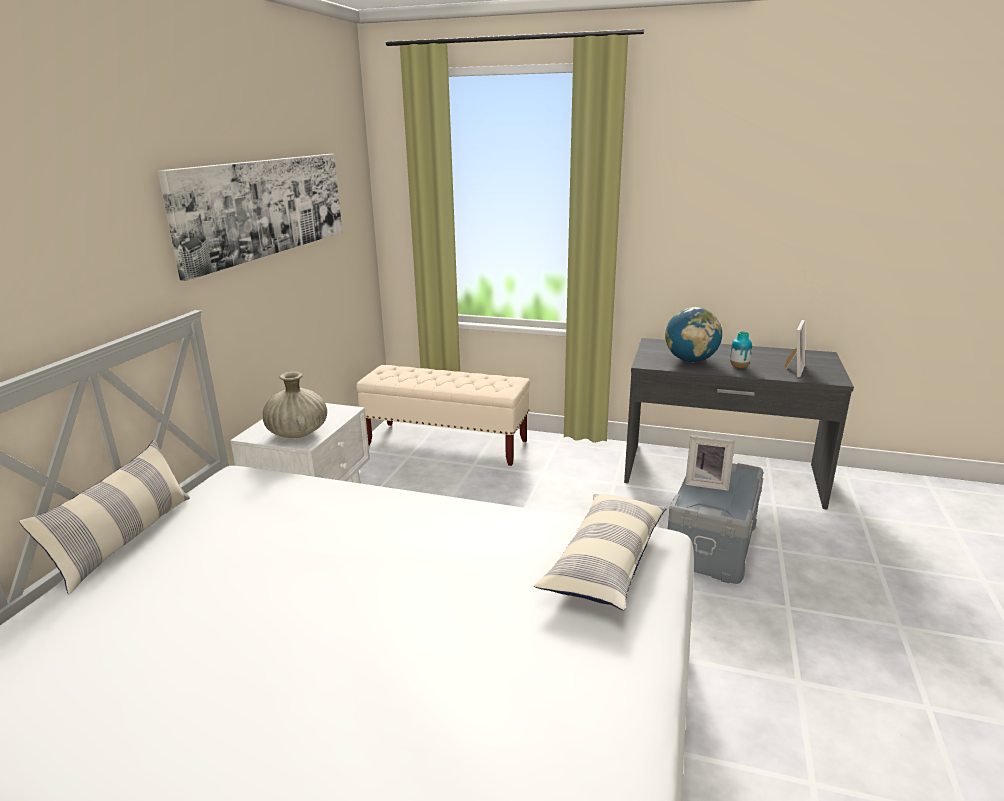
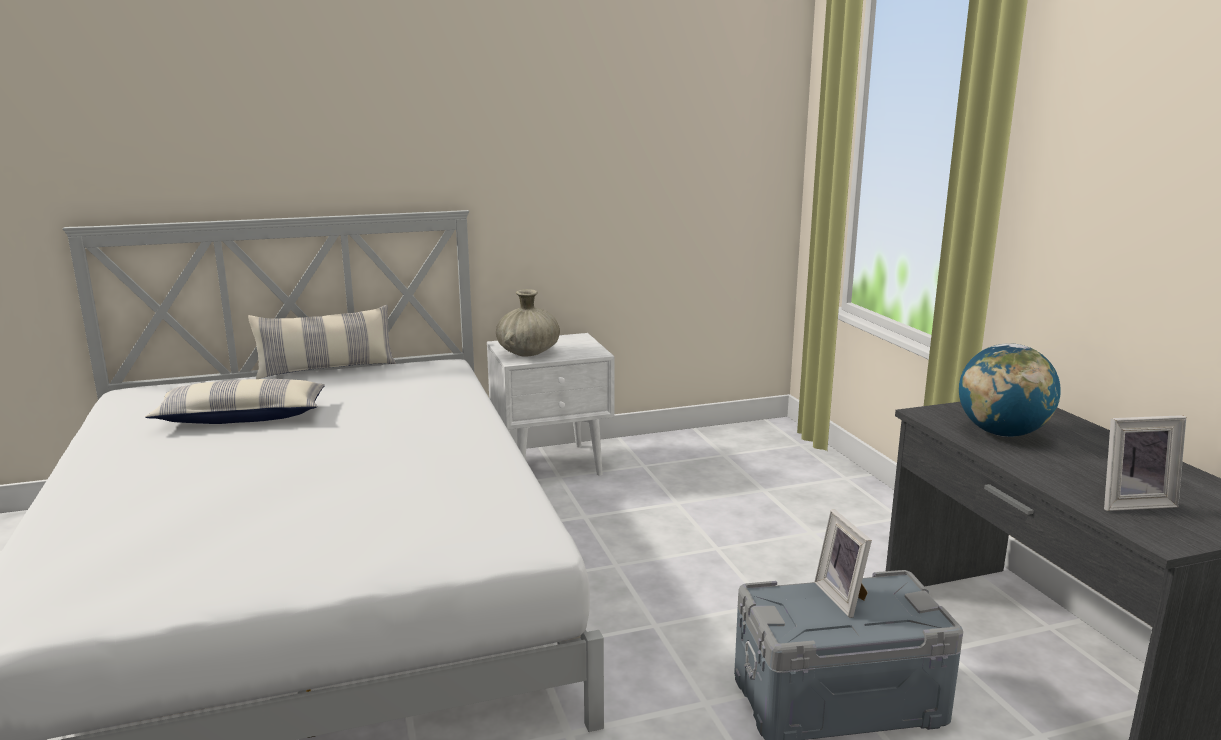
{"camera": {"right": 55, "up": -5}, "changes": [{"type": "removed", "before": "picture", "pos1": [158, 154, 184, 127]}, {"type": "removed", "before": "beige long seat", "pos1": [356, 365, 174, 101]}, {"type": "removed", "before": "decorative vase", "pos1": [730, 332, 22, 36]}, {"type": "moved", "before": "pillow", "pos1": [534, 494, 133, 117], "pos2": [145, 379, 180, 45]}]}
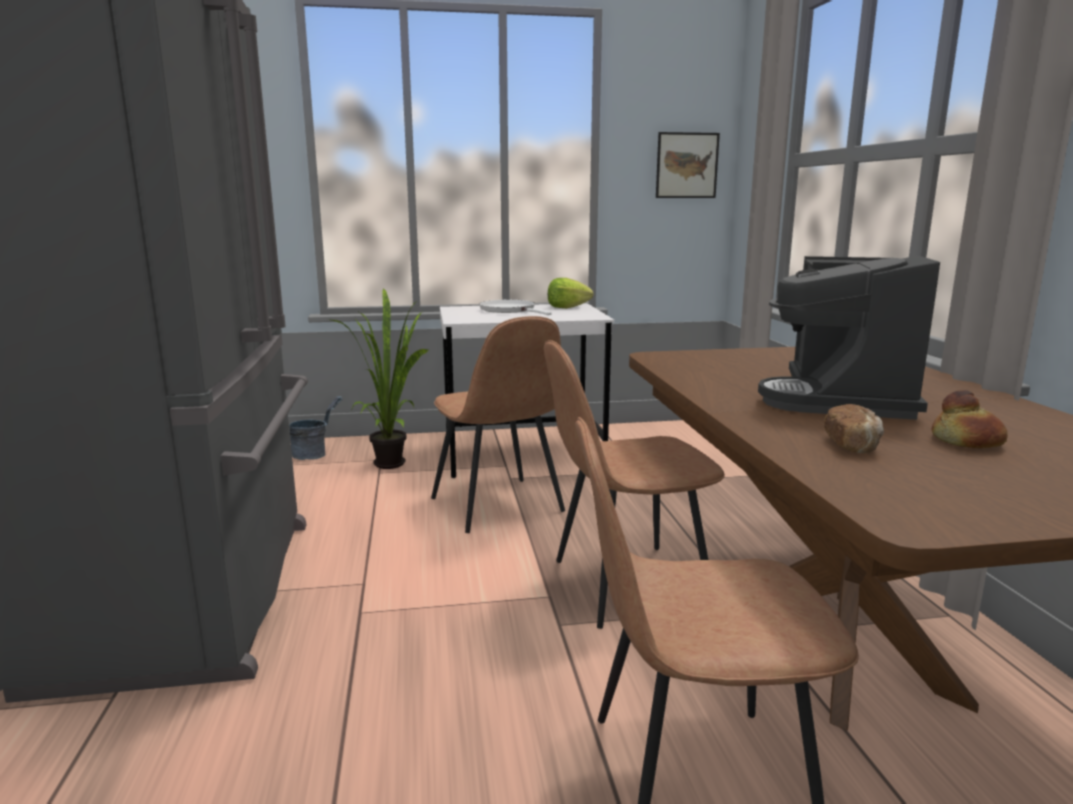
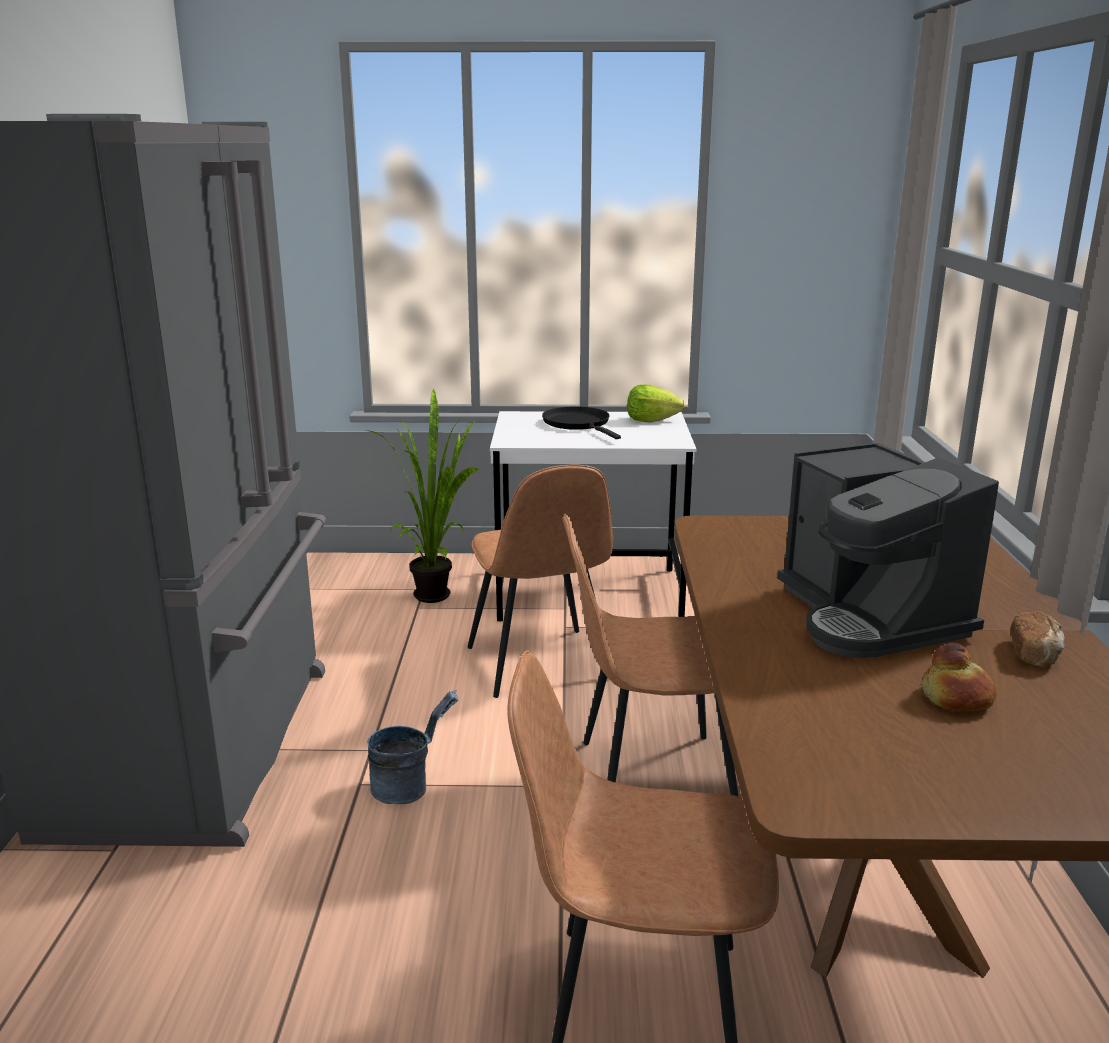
{"camera": {"right": 10, "up": 5}, "changes": [{"type": "removed", "before": "picture", "pos1": [656, 132, 64, 66]}, {"type": "moved", "before": "greyish water bucket", "pos1": [289, 396, 54, 64], "pos2": [368, 690, 90, 114]}, {"type": "moved", "before": "bread", "pos1": [824, 404, 60, 50], "pos2": [1011, 611, 54, 56]}, {"type": "recoloured", "before": "whitish skillet", "after": "black-coloured skillet", "pos1": [479, 300, 73, 15], "pos2": [542, 406, 79, 33]}, {"type": "turned", "before": "coffee machine", "pos1": [758, 256, 182, 164], "pos2": [777, 443, 222, 215], "turn": -45}]}
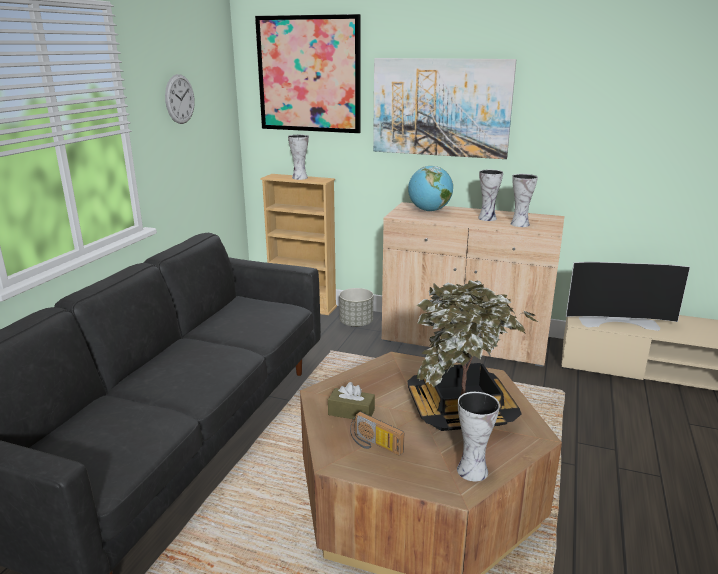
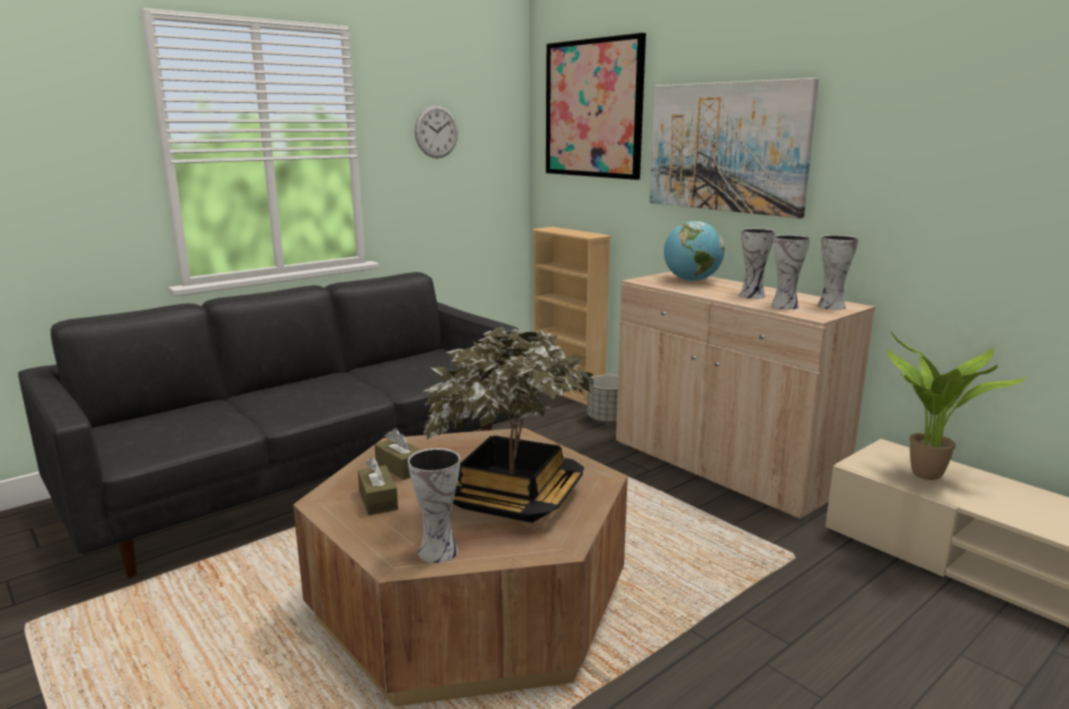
{"camera": {"right": 30, "up": -5}, "changes": [{"type": "moved", "before": "decorative vase", "pos1": [288, 135, 21, 45], "pos2": [817, 235, 42, 75]}, {"type": "replaced", "before": "radio set", "after": "brown-coloured box of tissues", "pos1": [350, 412, 54, 44], "pos2": [358, 457, 40, 58]}, {"type": "replaced", "before": "TV", "after": "potted plant", "pos1": [566, 262, 124, 69], "pos2": [887, 332, 139, 148]}]}
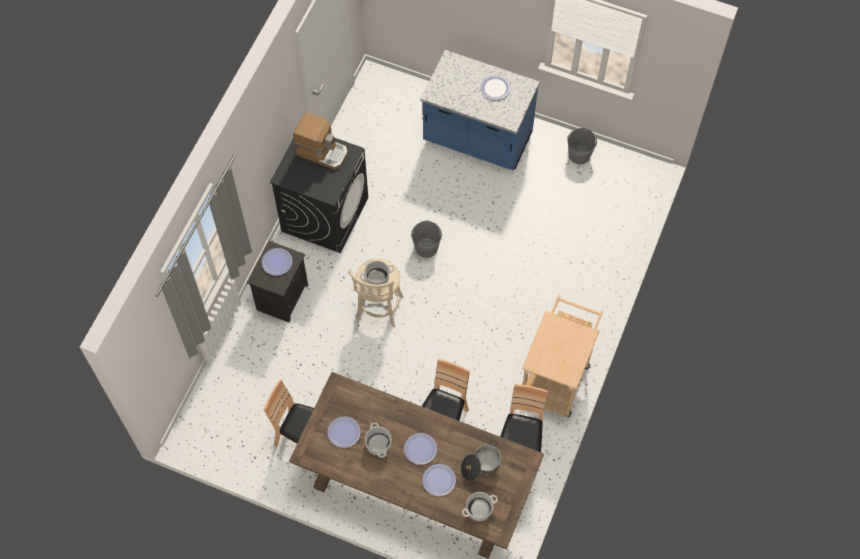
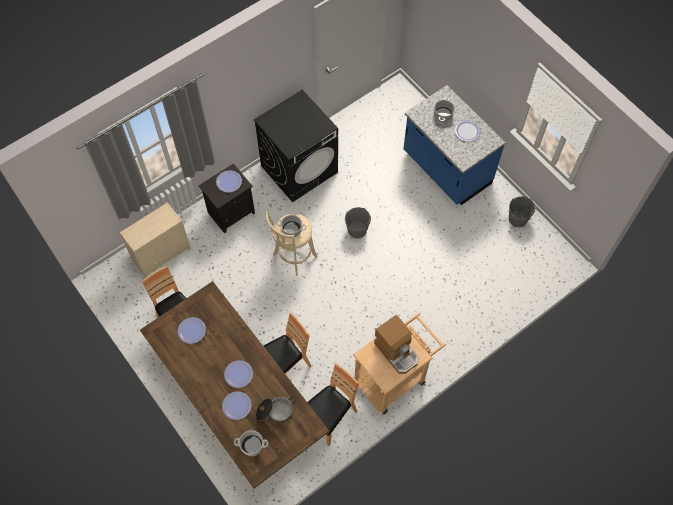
{"camera": {"right": 30, "up": 0}, "changes": [{"type": "added", "after": "beige drawer chest", "pos2": [119, 202, 72, 76]}, {"type": "moved", "before": "coffee machine", "pos1": [293, 112, 55, 58], "pos2": [374, 315, 45, 59]}, {"type": "moved", "before": "saucepot", "pos1": [365, 422, 27, 36], "pos2": [434, 97, 21, 25]}]}
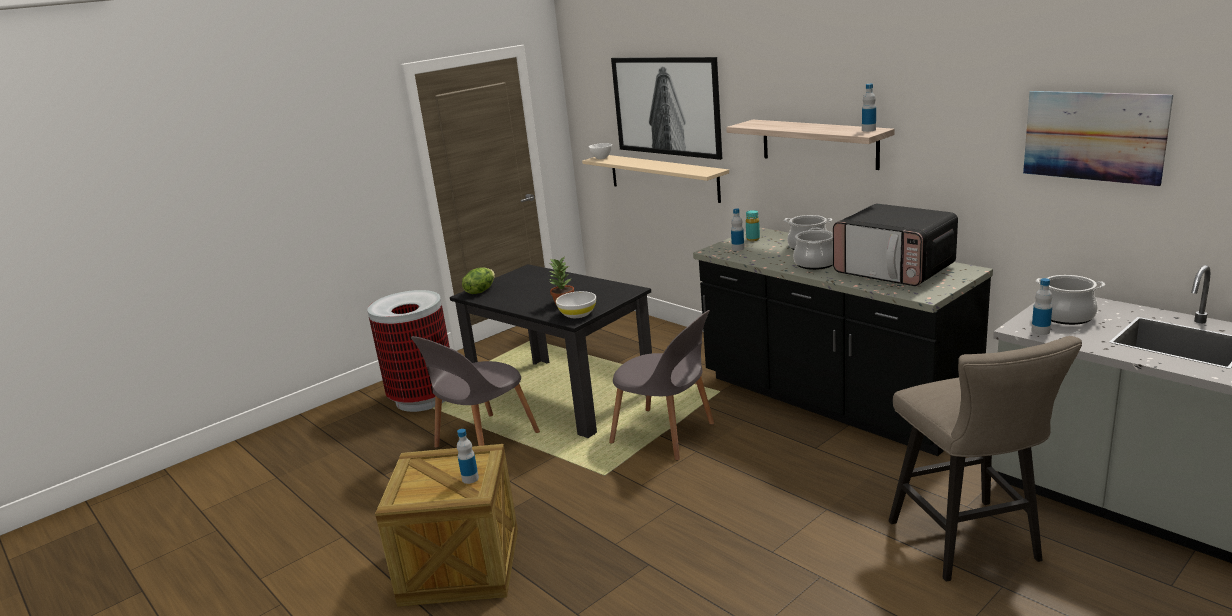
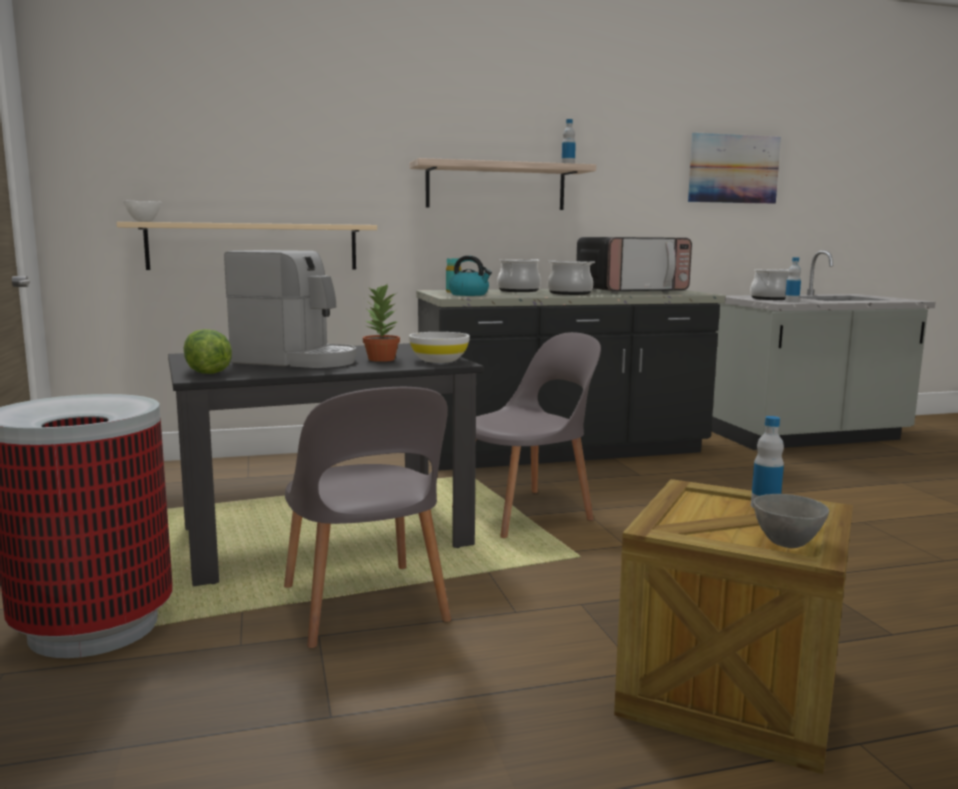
{"camera": {"right": -65, "up": -10}, "changes": [{"type": "removed", "before": "picture", "pos1": [611, 57, 111, 103]}, {"type": "removed", "before": "beige sitting stool", "pos1": [889, 336, 193, 246]}, {"type": "added", "after": "coffee machine", "pos2": [224, 250, 132, 118]}, {"type": "added", "after": "greyish deep dish", "pos2": [753, 494, 76, 54]}, {"type": "replaced", "before": "beverage bottle", "after": "water kettle", "pos1": [731, 208, 13, 43], "pos2": [448, 256, 44, 40]}]}
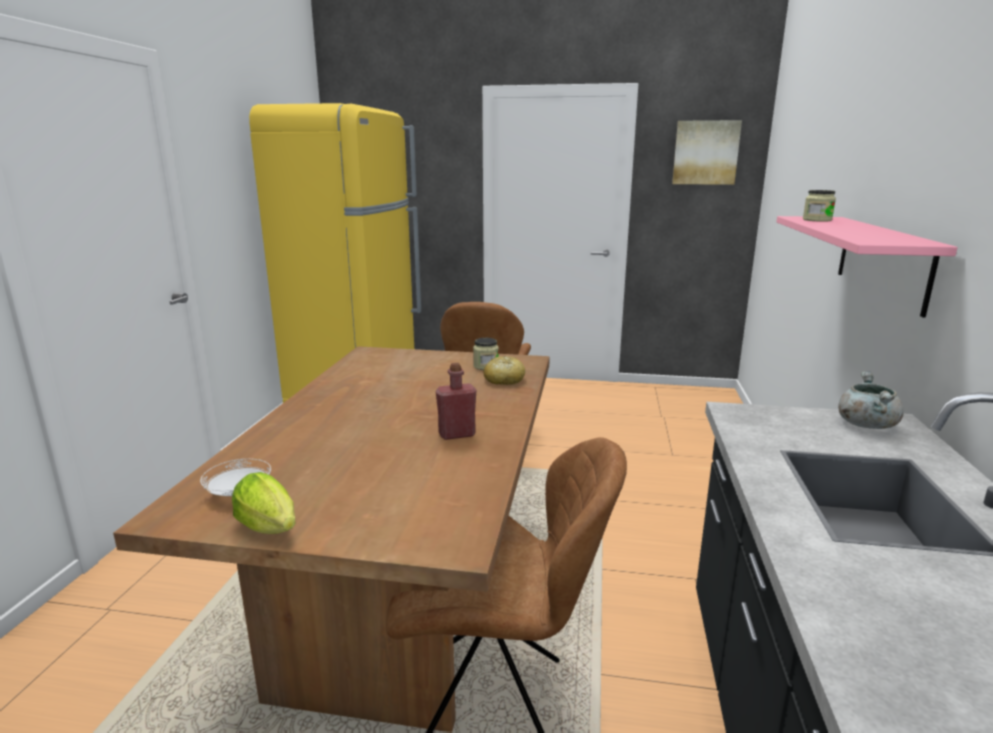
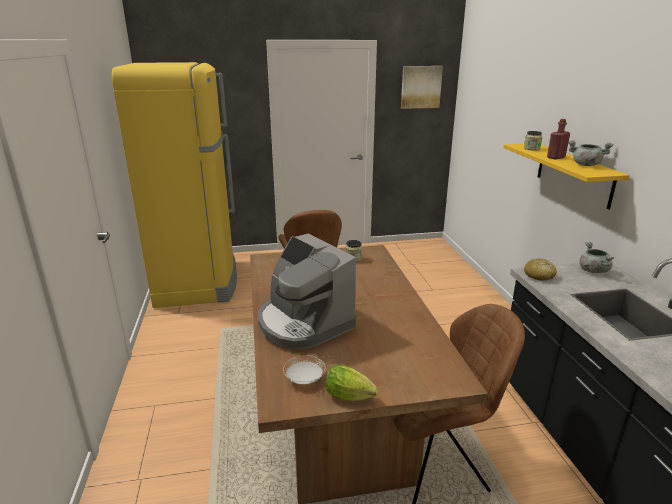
{"camera": {"right": -20, "up": 5}, "changes": [{"type": "added", "after": "coffee machine", "pos2": [258, 233, 98, 117]}, {"type": "added", "after": "greyish saucepot", "pos2": [568, 140, 45, 26]}, {"type": "moved", "before": "reddish beverage bottle", "pos1": [436, 363, 40, 77], "pos2": [547, 119, 23, 41]}, {"type": "moved", "before": "bread", "pos1": [483, 356, 42, 29], "pos2": [524, 259, 33, 22]}, {"type": "recoloured", "before": "pink-coloured shelf", "after": "yellow shelf", "pos1": [777, 216, 181, 102], "pos2": [504, 144, 126, 66]}]}
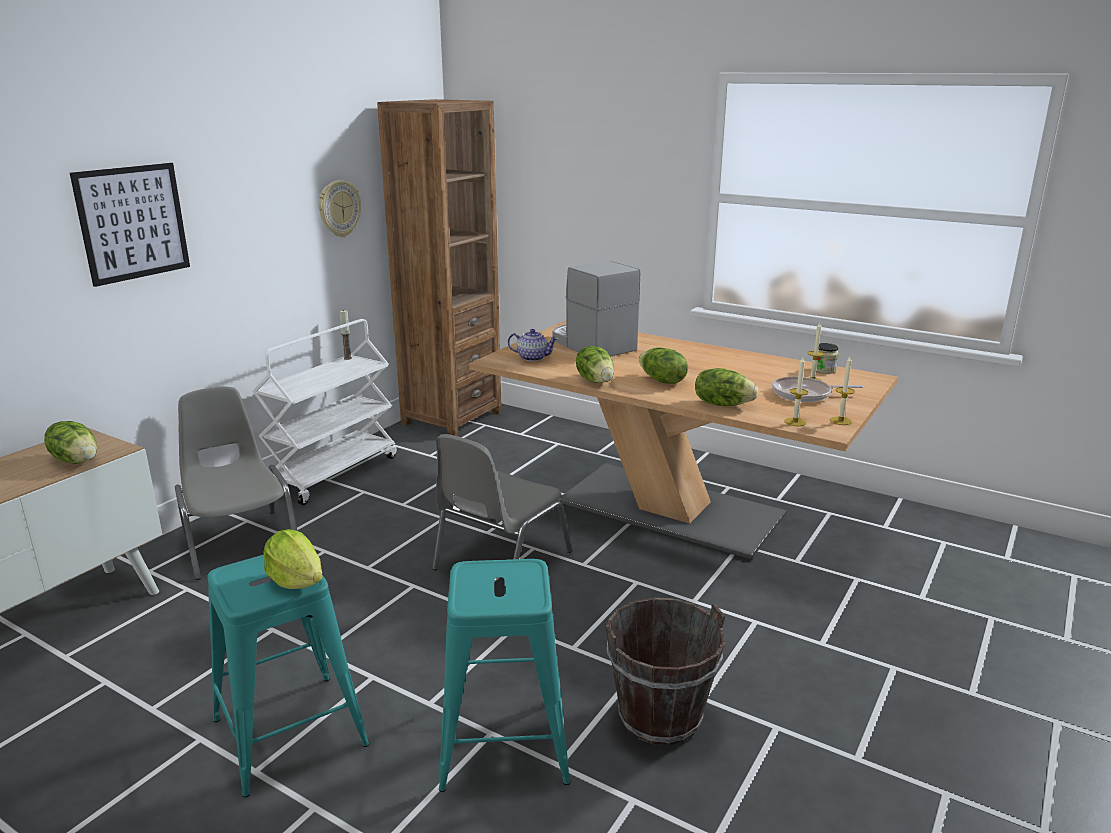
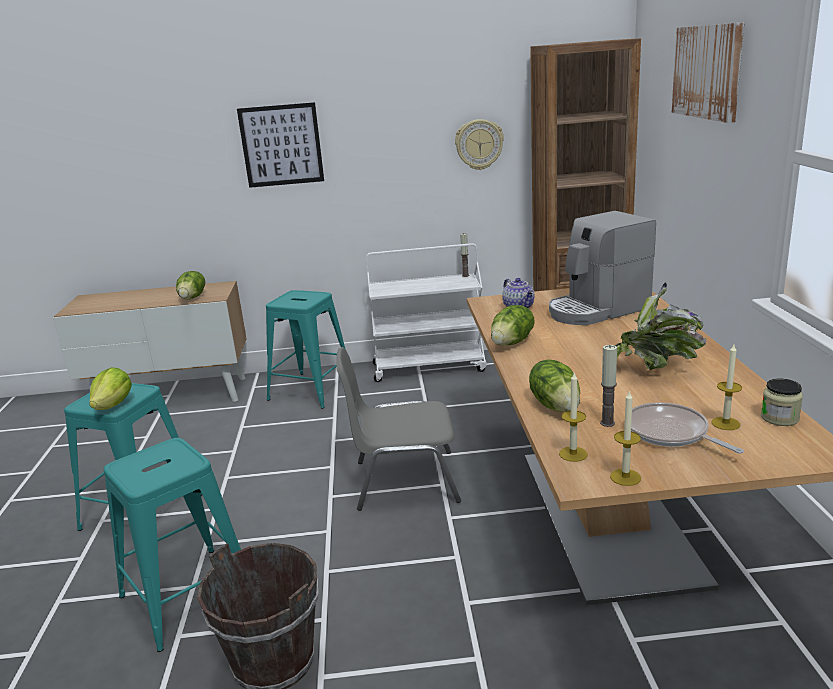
{"camera": {"right": 55, "up": 0}, "changes": [{"type": "removed", "before": "lettuce", "pos1": [639, 347, 49, 37]}, {"type": "added", "after": "wax light", "pos2": [600, 345, 17, 82]}, {"type": "added", "after": "potted plant", "pos2": [615, 283, 91, 87]}, {"type": "added", "after": "picture", "pos2": [672, 22, 72, 101]}, {"type": "replaced", "before": "greyish chair", "after": "blue-green sitting stool", "pos1": [175, 386, 122, 194], "pos2": [266, 290, 79, 118]}, {"type": "turned", "before": "coffee machine", "pos1": [552, 261, 88, 96], "pos2": [549, 211, 107, 114], "turn": -135}]}
